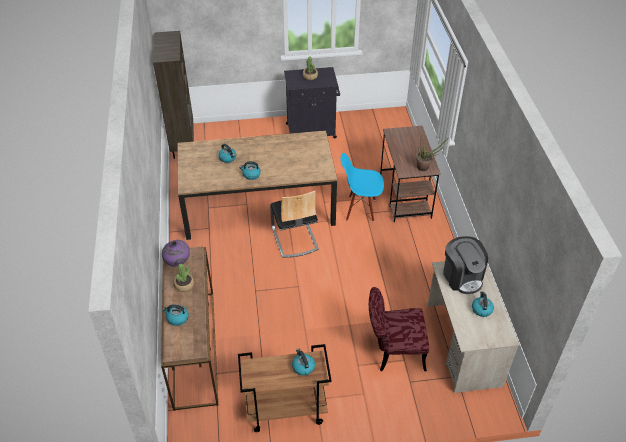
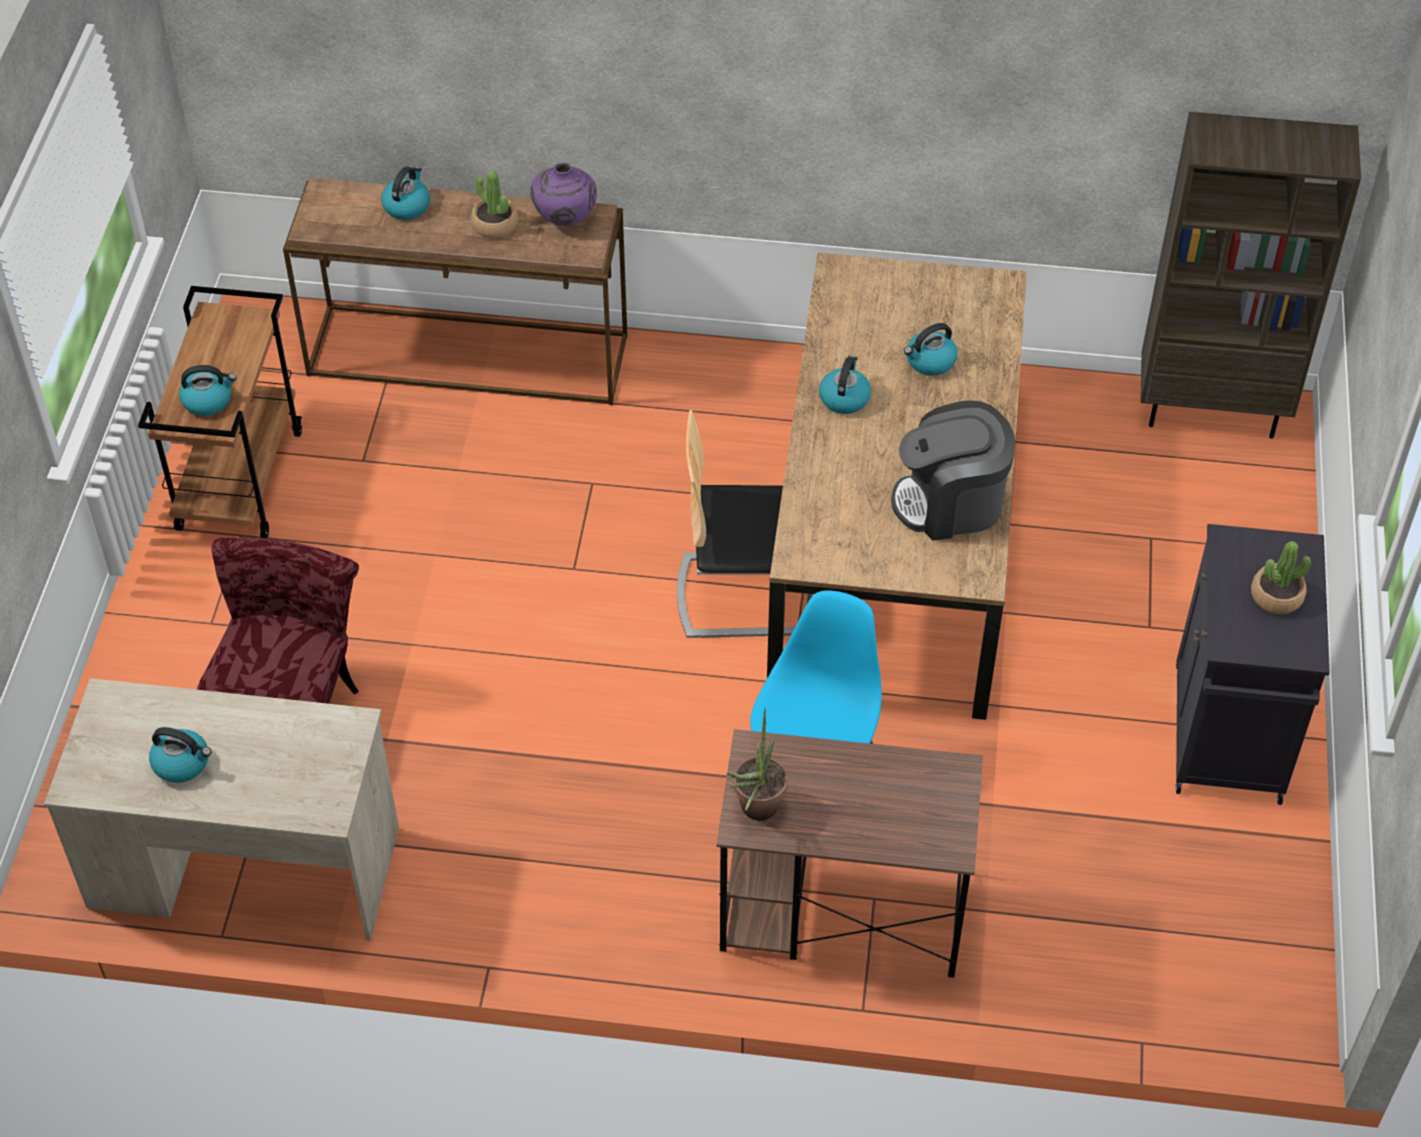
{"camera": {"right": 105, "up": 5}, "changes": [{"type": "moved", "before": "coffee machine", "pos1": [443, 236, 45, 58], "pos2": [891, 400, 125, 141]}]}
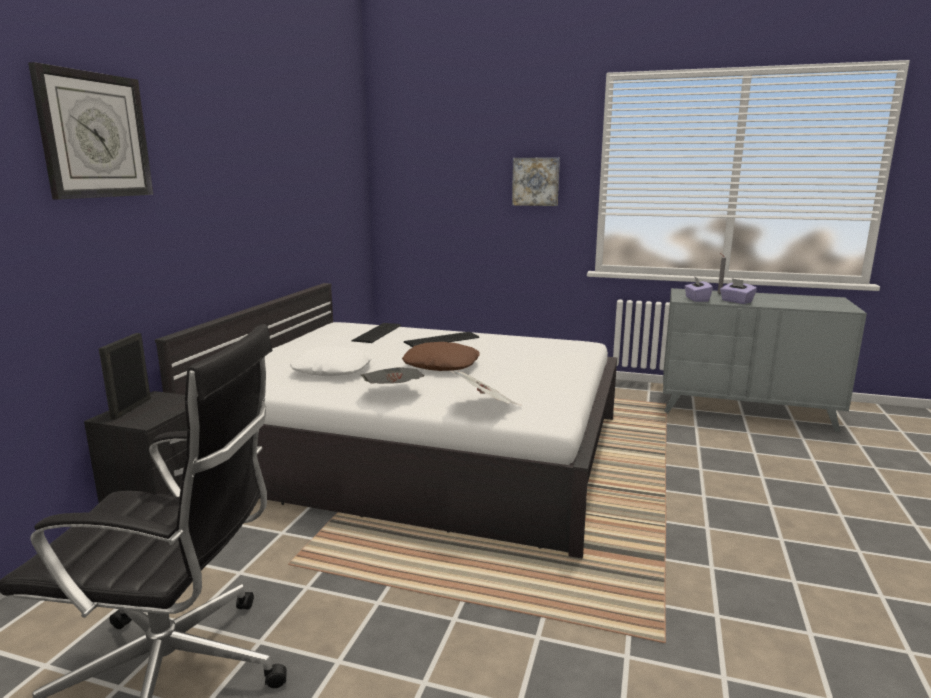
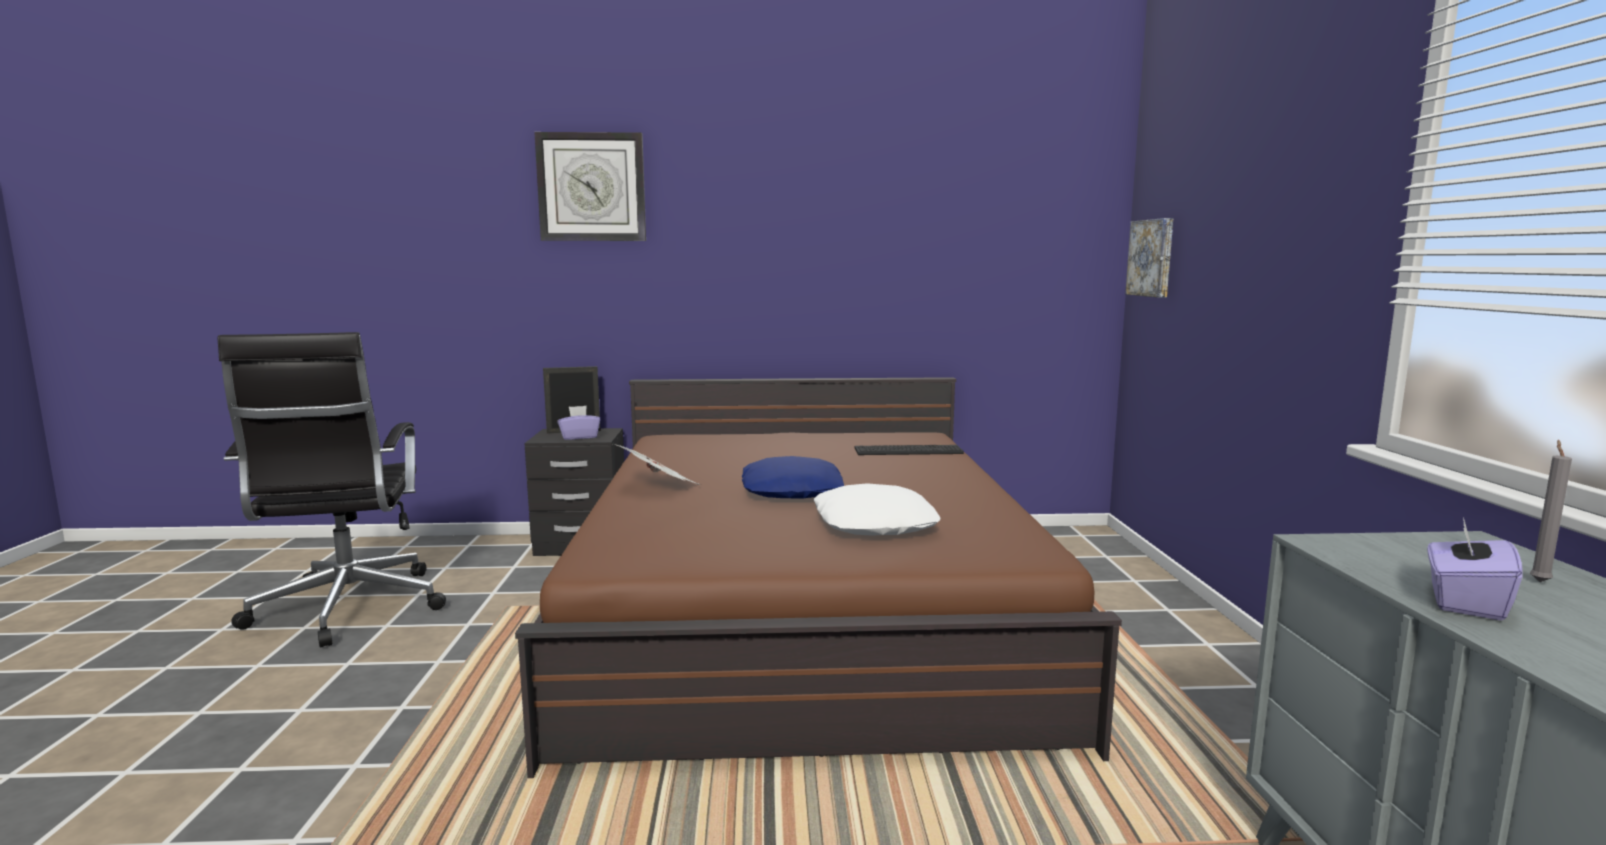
{"camera": {"right": 70, "up": -5}, "changes": [{"type": "removed", "before": "PC keyboard", "pos1": [404, 332, 75, 15]}, {"type": "removed", "before": "newspaper", "pos1": [450, 371, 70, 34]}, {"type": "moved", "before": "whitish pillow", "pos1": [290, 346, 82, 30], "pos2": [813, 483, 127, 53]}, {"type": "moved", "before": "picture", "pos1": [512, 157, 48, 49], "pos2": [1125, 218, 48, 79]}, {"type": "moved", "before": "purplish box of tissues", "pos1": [684, 276, 29, 26], "pos2": [557, 406, 44, 34]}, {"type": "recoloured", "before": "whitish bed", "after": "brown-coloured bed", "pos1": [155, 283, 462, 276], "pos2": [515, 377, 607, 401]}, {"type": "recoloured", "before": "brown-coloured pillow", "after": "blue pillow", "pos1": [402, 342, 78, 29], "pos2": [742, 456, 102, 43]}]}
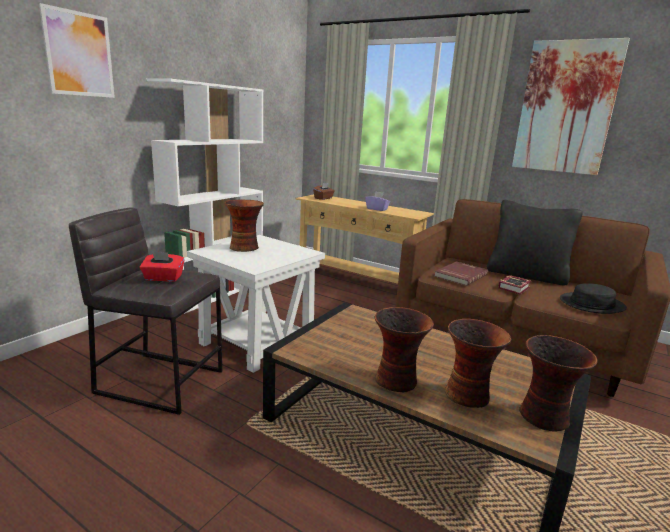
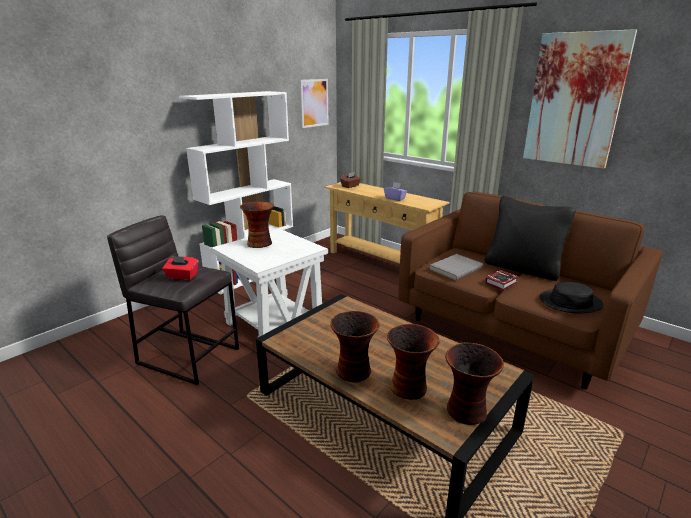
{"camera": {"right": 10, "up": 5}, "changes": [{"type": "moved", "before": "picture", "pos1": [39, 3, 76, 95], "pos2": [300, 79, 29, 49]}, {"type": "recoloured", "before": "reddish volume", "after": "greyish volume", "pos1": [434, 262, 54, 24], "pos2": [429, 254, 54, 26]}]}
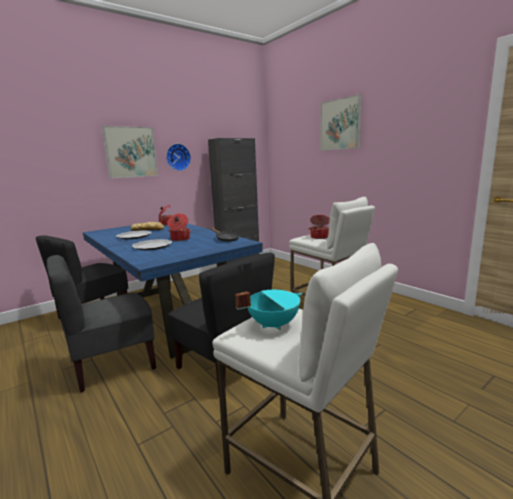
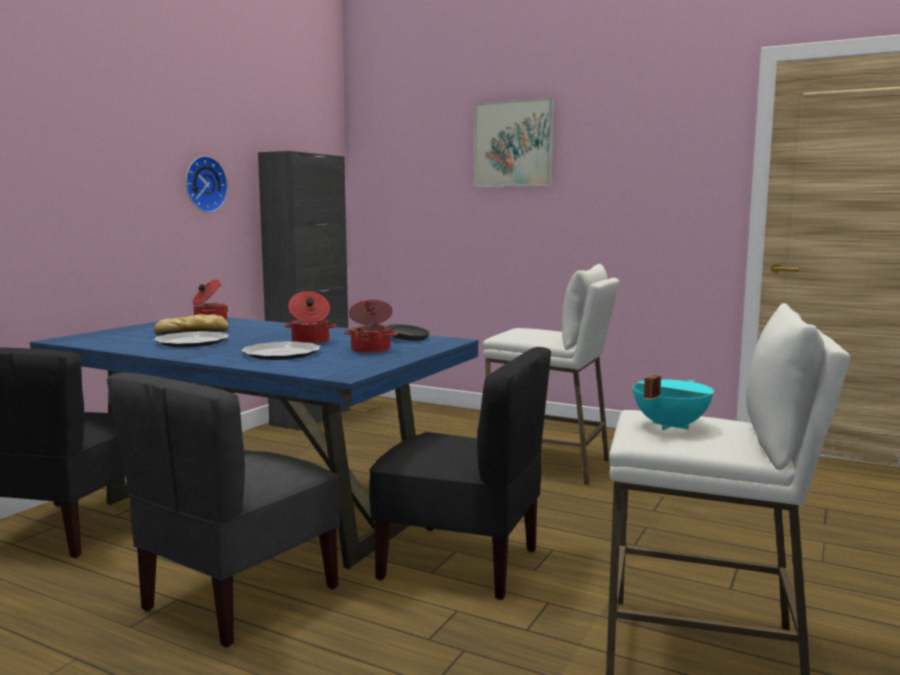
{"camera": {"right": -25, "up": -5}, "changes": [{"type": "removed", "before": "picture", "pos1": [101, 126, 57, 53]}, {"type": "moved", "before": "saucepot", "pos1": [308, 215, 22, 24], "pos2": [344, 299, 54, 55]}]}
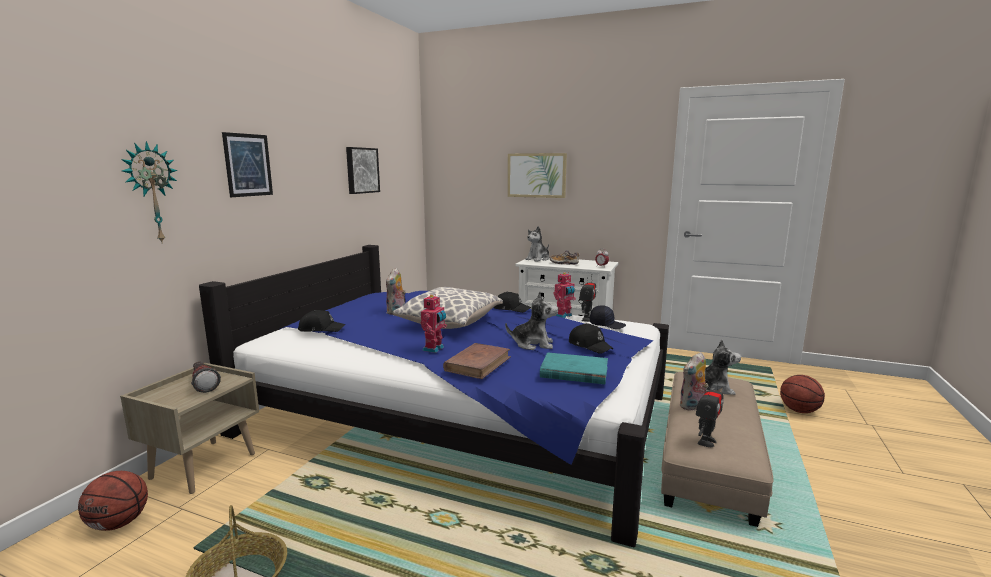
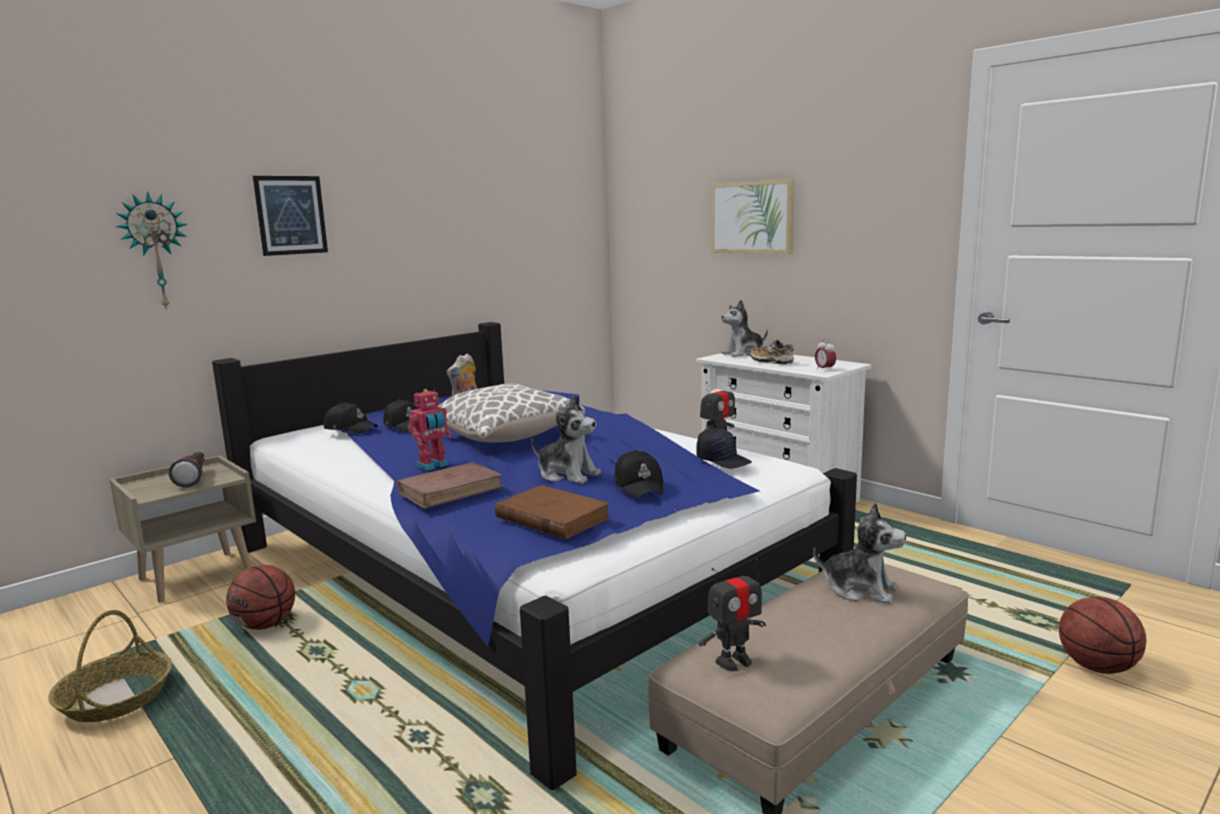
{"camera": {"right": 25, "up": 0}, "changes": [{"type": "removed", "before": "picture", "pos1": [346, 147, 34, 47]}, {"type": "removed", "before": "toy robot", "pos1": [553, 272, 23, 46]}, {"type": "removed", "before": "soft toy", "pos1": [679, 352, 30, 59]}, {"type": "moved", "before": "basketball", "pos1": [78, 471, 70, 60], "pos2": [226, 565, 69, 65]}, {"type": "moved", "before": "black-coloured cap", "pos1": [493, 292, 38, 21], "pos2": [383, 399, 36, 33]}, {"type": "recoloured", "before": "blue-green volume", "after": "brown-coloured volume", "pos1": [540, 352, 68, 32], "pos2": [495, 485, 116, 54]}]}
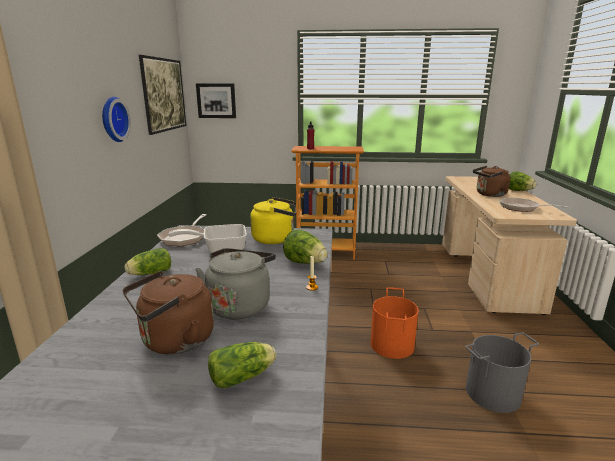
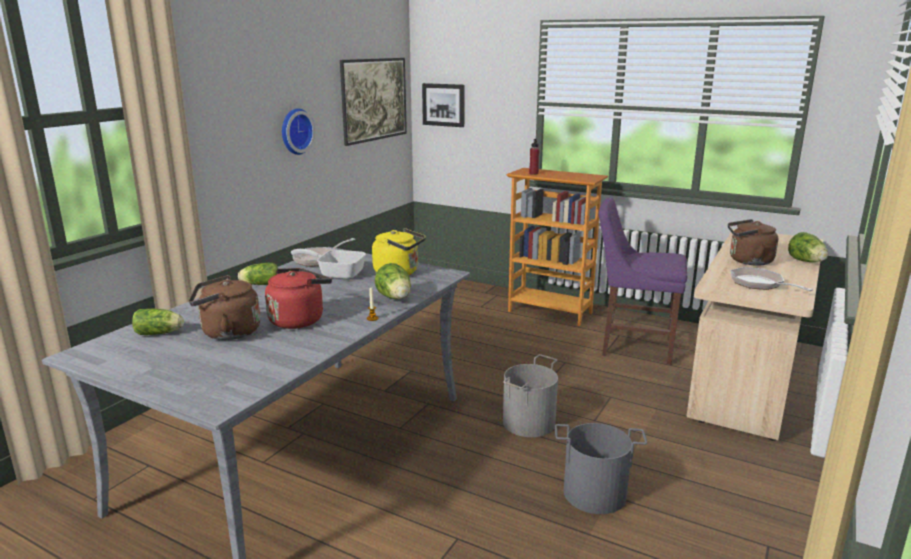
{"camera": {"right": 25, "up": 0}, "changes": [{"type": "added", "after": "purplish chair", "pos2": [599, 198, 88, 167]}, {"type": "moved", "before": "lettuce", "pos1": [208, 342, 68, 46], "pos2": [132, 309, 52, 26]}, {"type": "recoloured", "before": "greyish water kettle", "after": "reddish water kettle", "pos1": [195, 248, 81, 71], "pos2": [265, 268, 67, 61]}, {"type": "recoloured", "before": "orange water bucket", "after": "greyish water bucket", "pos1": [371, 288, 47, 71], "pos2": [503, 354, 55, 83]}]}
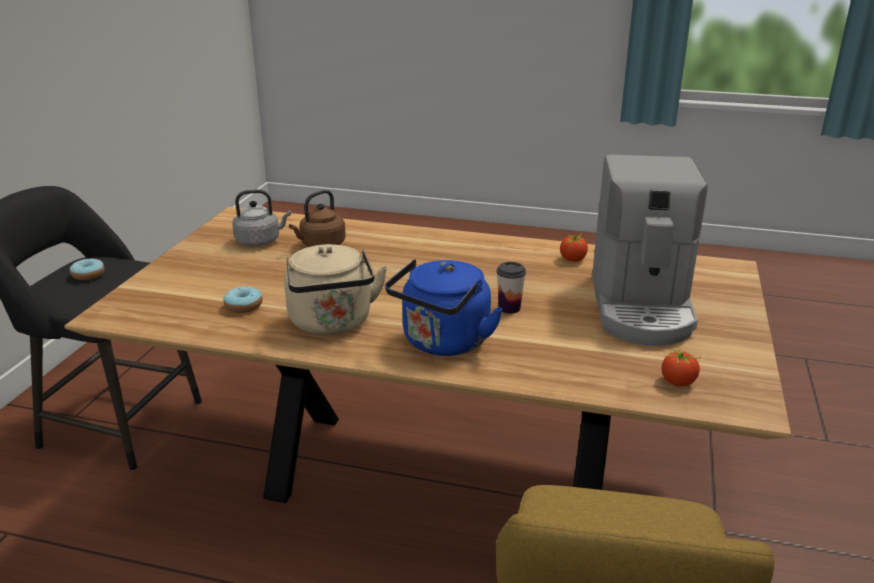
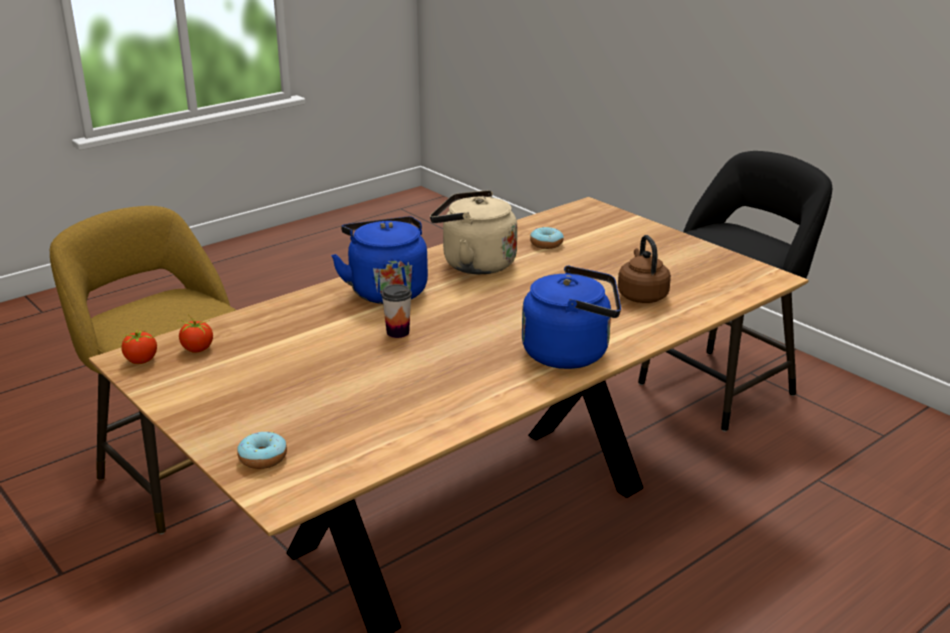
{"camera": {"right": 125, "up": 0}, "changes": [{"type": "removed", "before": "greyish water kettle", "pos1": [232, 190, 59, 56]}, {"type": "removed", "before": "coffee machine", "pos1": [592, 155, 116, 191]}, {"type": "added", "after": "blue water kettle", "pos2": [522, 266, 99, 103]}, {"type": "moved", "before": "doughnut", "pos1": [70, 258, 35, 22], "pos2": [237, 432, 50, 37]}, {"type": "moved", "before": "tomato", "pos1": [560, 231, 28, 31], "pos2": [121, 328, 36, 36]}]}
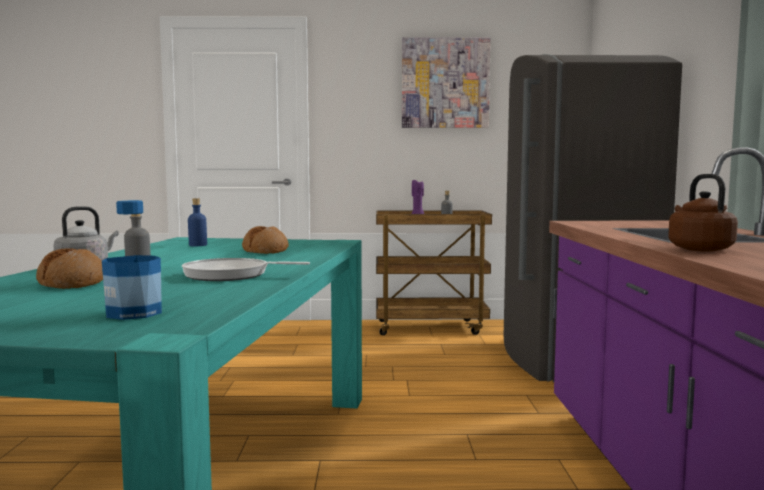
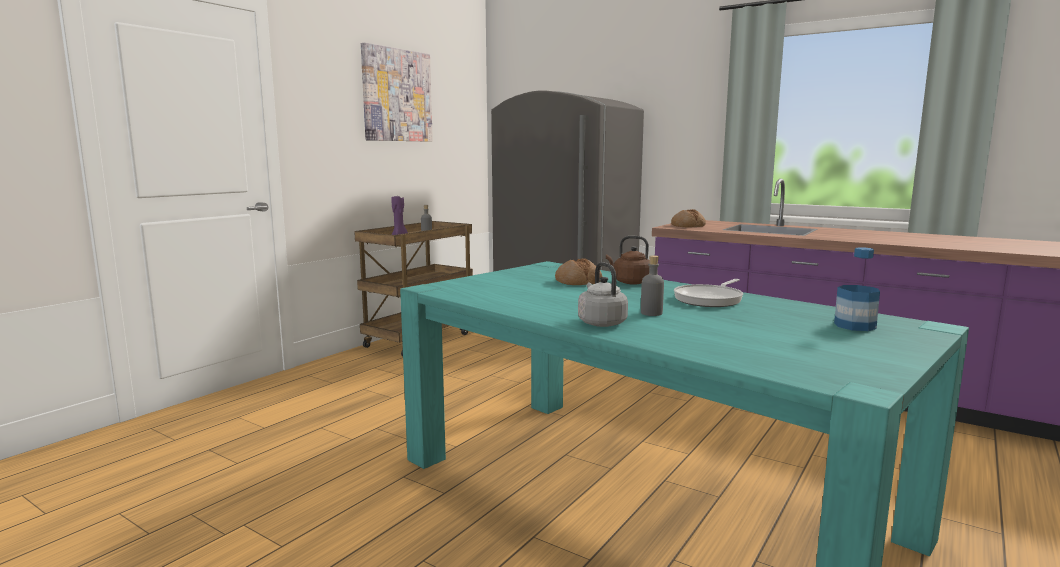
{"camera": {"right": -55, "up": 5}, "changes": [{"type": "removed", "before": "blue beverage bottle", "pos1": [188, 198, 19, 48]}, {"type": "moved", "before": "bread", "pos1": [36, 248, 67, 41], "pos2": [671, 209, 35, 19]}, {"type": "moved", "before": "brown-coloured water kettle", "pos1": [668, 174, 70, 78], "pos2": [606, 236, 44, 48]}]}
